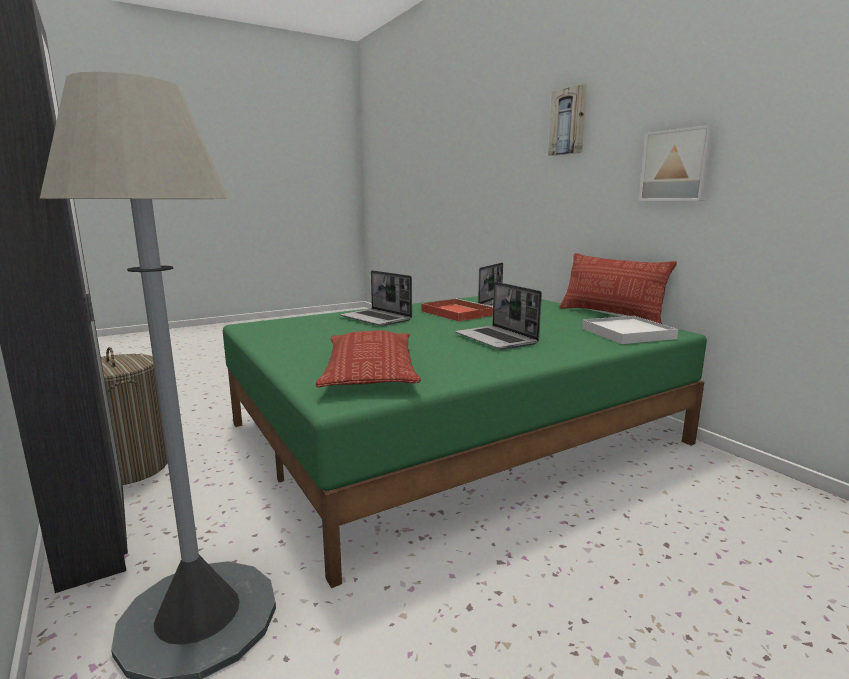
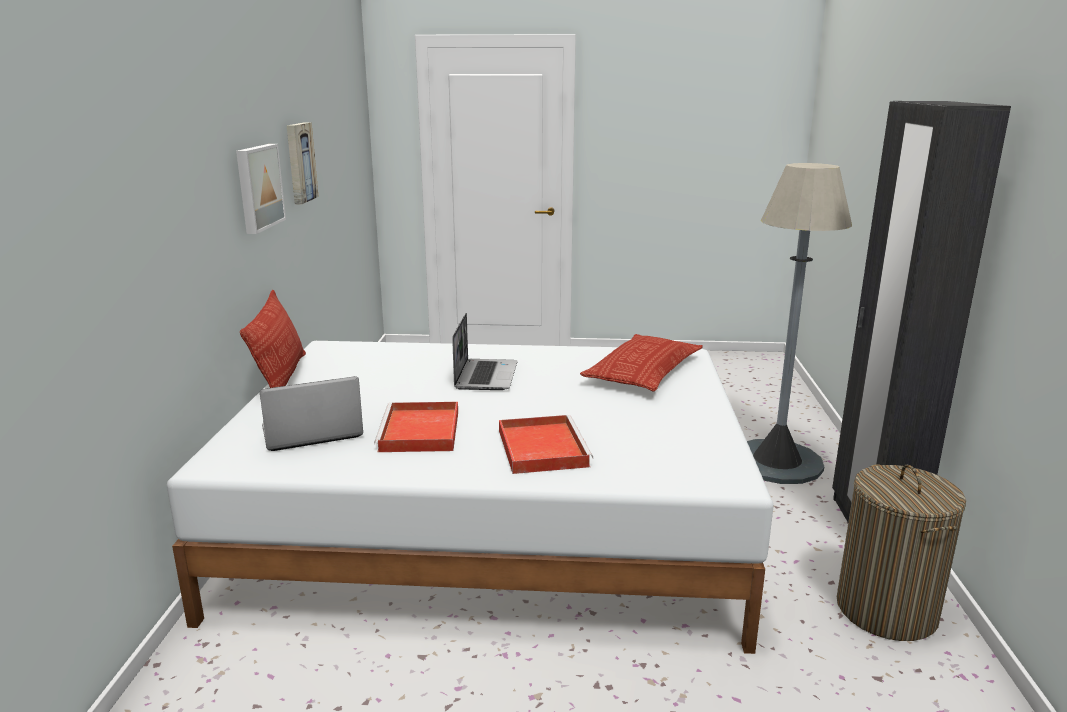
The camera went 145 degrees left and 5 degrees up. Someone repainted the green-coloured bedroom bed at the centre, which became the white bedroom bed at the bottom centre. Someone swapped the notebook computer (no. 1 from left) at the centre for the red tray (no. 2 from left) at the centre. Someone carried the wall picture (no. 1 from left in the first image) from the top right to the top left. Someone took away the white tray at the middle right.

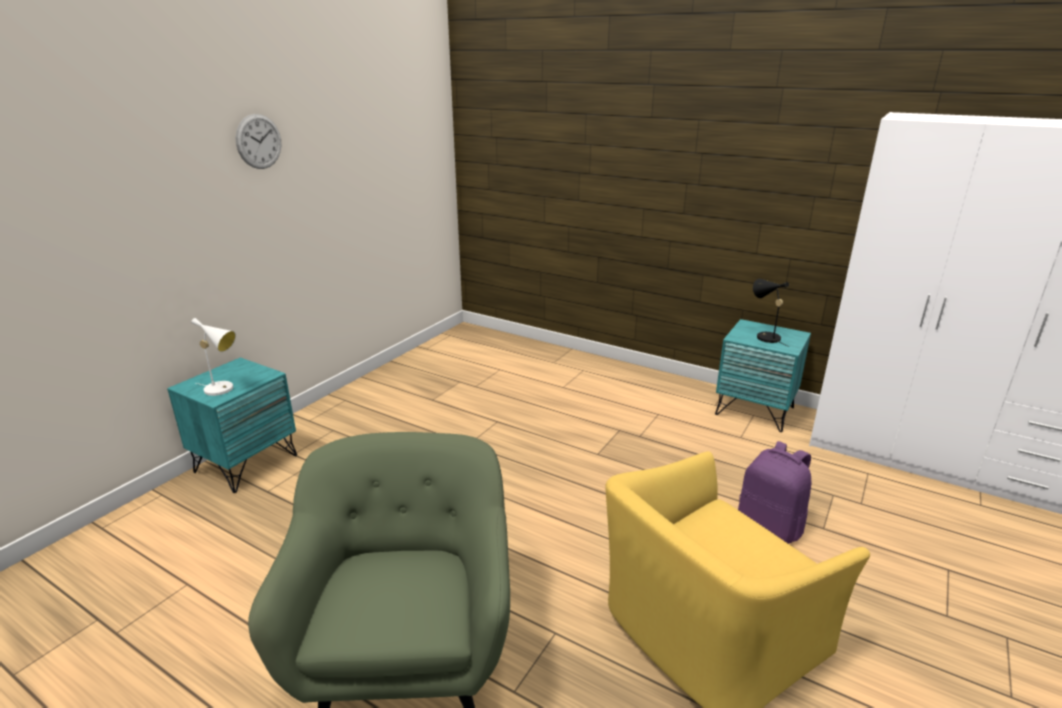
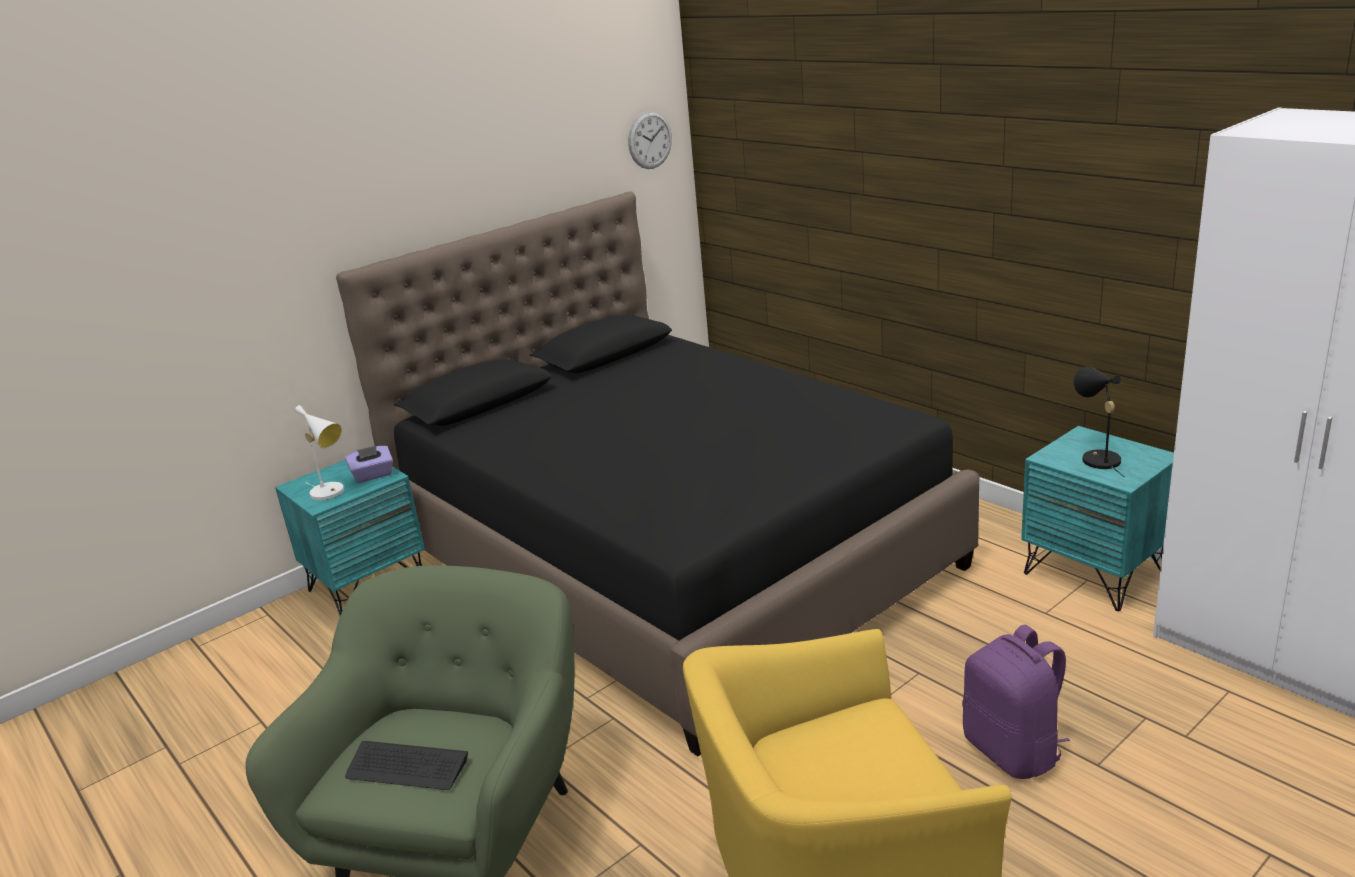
The camera went 20 degrees right and 0 degrees up. Someone carried the hanging clock from the top left to the top centre. Someone put down the blackish bedroom bed at the centre. Someone put down the purple-coloured box of tissues at the middle left. Someone put down the keyboard at the bottom left.

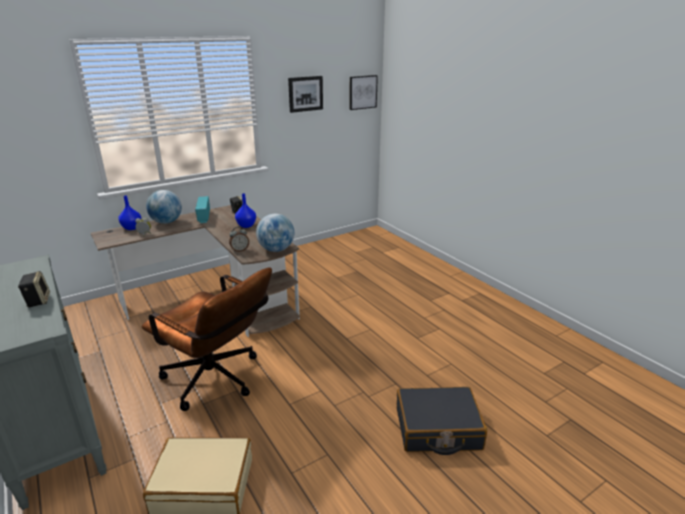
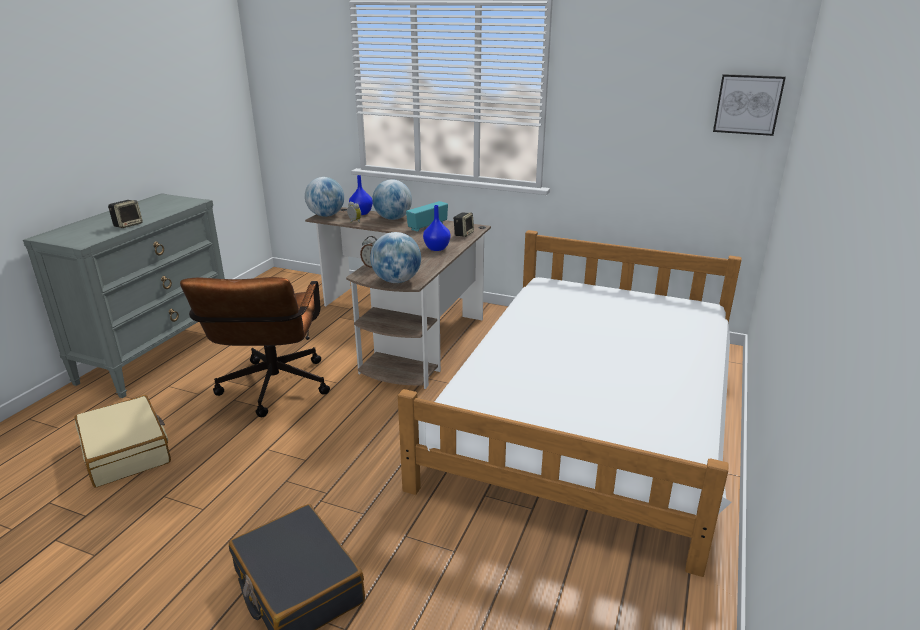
The camera went 55 degrees right and 0 degrees up. Someone took away the wall picture (no. 1 from left) at the top centre. Someone put down the world globe (no. 1 from left) at the top centre. Someone put down the white bedroom bed at the centre.

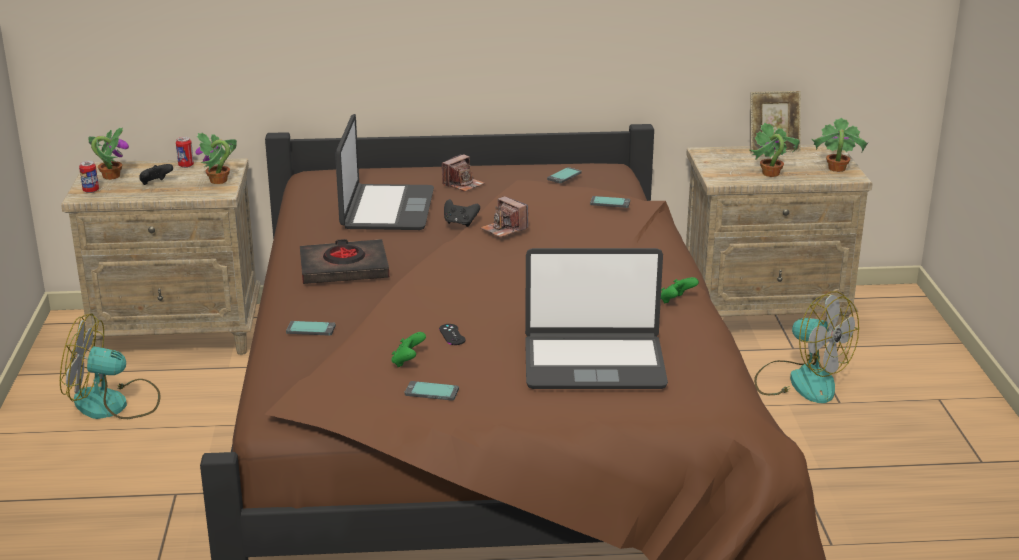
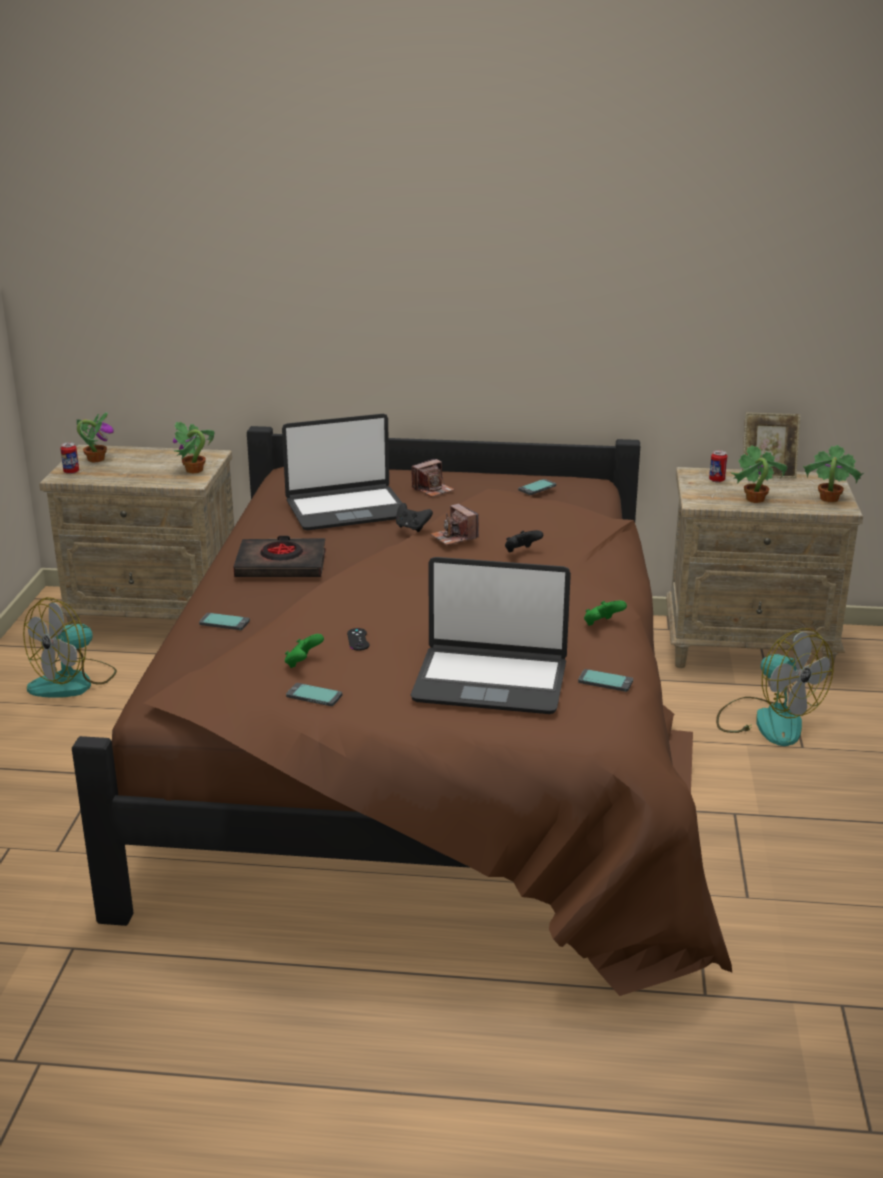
The camera went 10 degrees right and 0 degrees up. Someone rotated the electric fan (no. 1 from left) at the middle left by 60 degrees counterclockwise. Someone carried the blackish game controller (no. 1 from left in the first image) from the top left to the centre. Someone carried the metal can (no. 2 from left) from the top left to the middle right. Someone rotated the notebook computer (no. 1 from left) at the top centre by 60 degrees clockwise. Someone carried the phone (no. 4 from left) from the centre to the middle right.

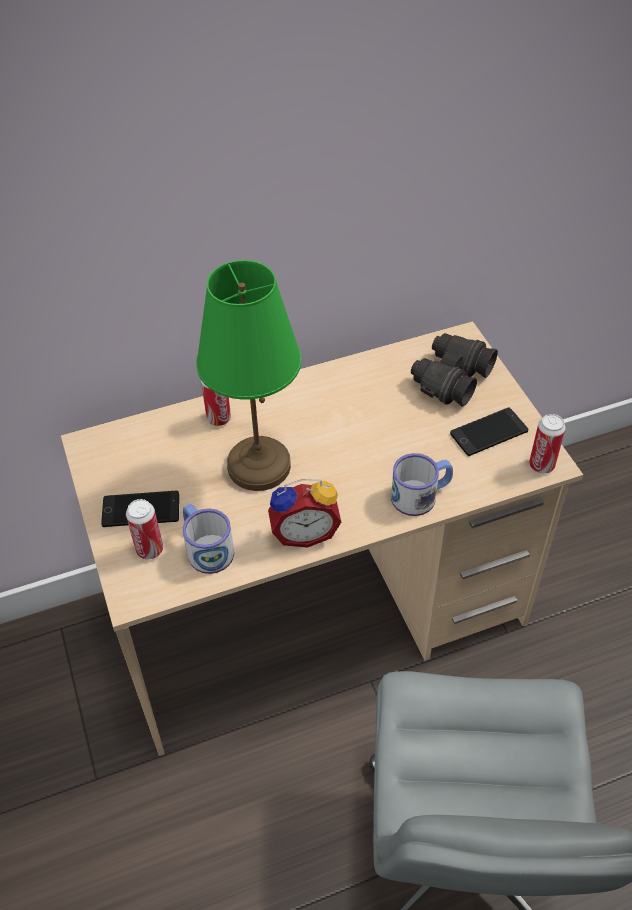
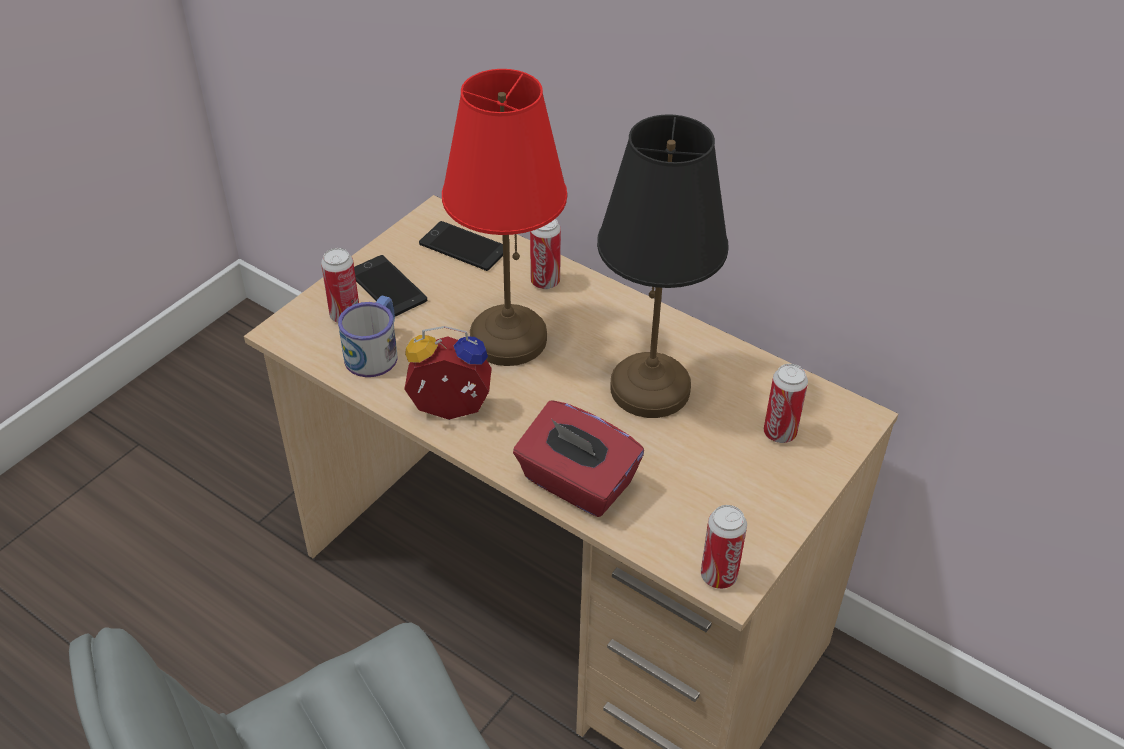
The camera went 55 degrees right and 5 degrees down. Someone repainted the green-coloured table lamp at the centre, which became the red table lamp at the top centre. Someone rotated the table clock at the centre by 135 degrees clockwise. Someone swapped the coffee mug (no. 2 from left) at the middle right for the red box of tissues at the centre. Someone swapped the blackish pair of binoculars at the middle right for the metal can (no. 4 from left) at the middle right. Someone carried the phone (no. 2 from left) from the middle right to the top centre. Someone put down the blackish table lamp at the centre.

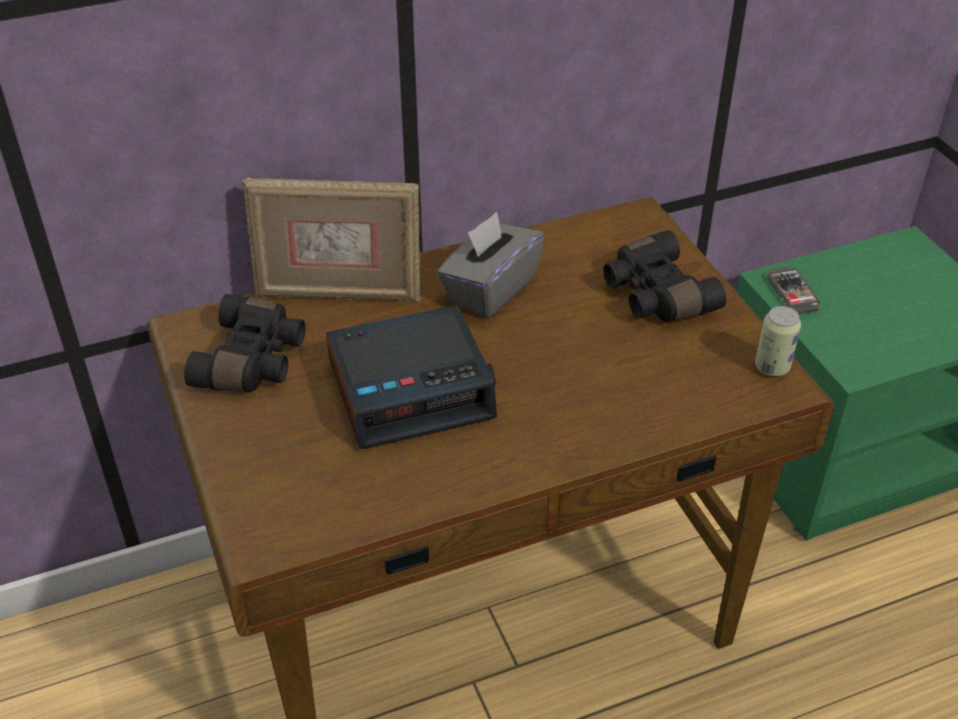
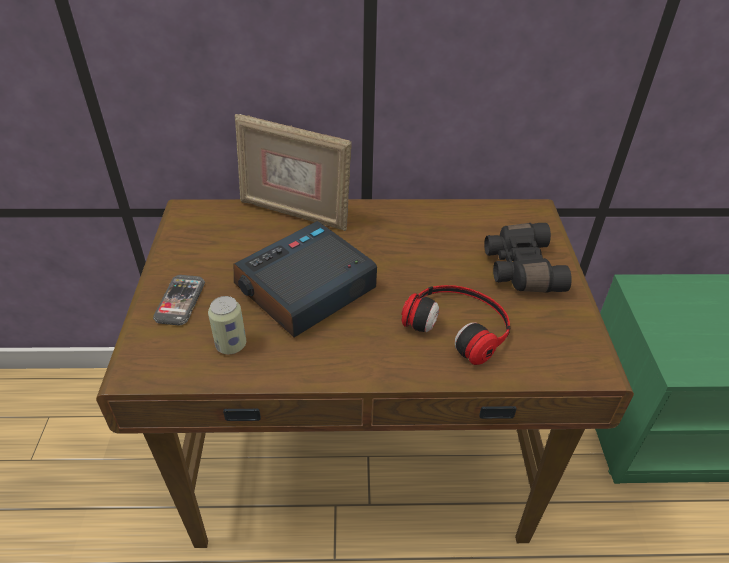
The camera went 20 degrees right and 0 degrees up. Someone took away the blackish pair of binoculars (no. 1 from left) at the middle left. Someone rotated the table clock at the centre by 135 degrees clockwise. Someone took away the grey box of tissues at the centre. Someone carried the metal can from the middle right to the middle left. Someone carried the phone from the middle right to the middle left. Someone put down the headset at the centre.

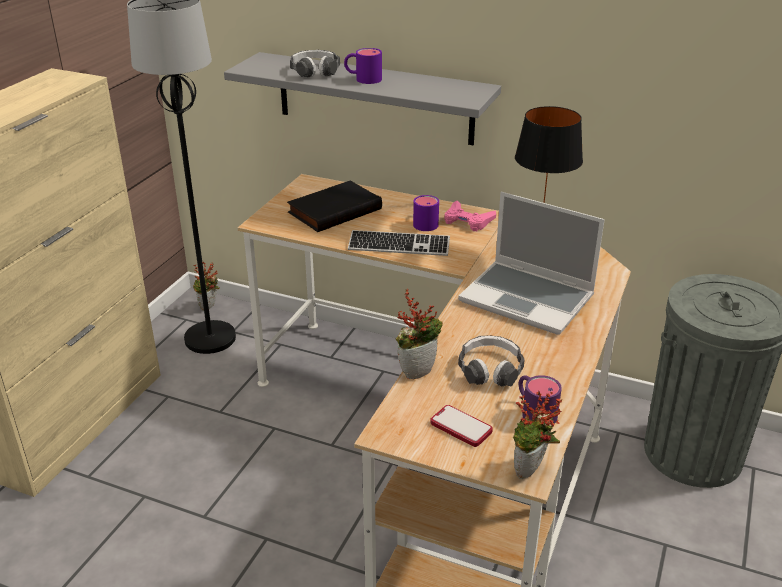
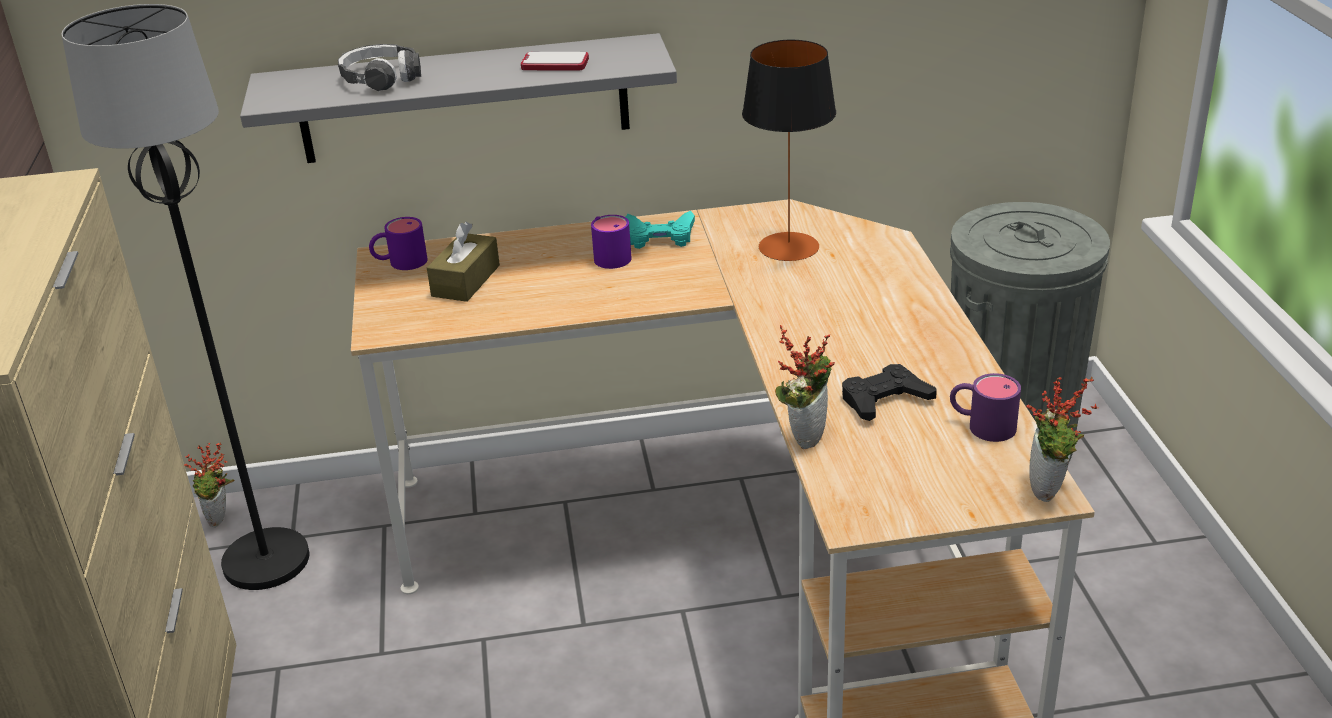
The camera went 30 degrees left and 0 degrees up. Someone swapped the blackish bound book at the centre for the brown box of tissues at the centre. Someone carried the purple-coloured coffee mug (no. 1 from left) from the top centre to the middle left. Someone took away the keyboard at the centre. Someone carried the phone from the bottom centre to the top centre. Someone repainted the pink game controller at the centre, which became the turquoise-coloured game controller at the top centre. Someone took away the notebook computer at the middle right. Someone swapped the headset (no. 2 from left) at the centre for the blackish game controller at the middle right.

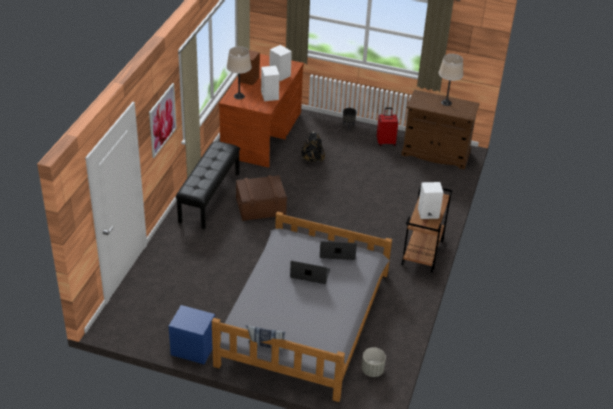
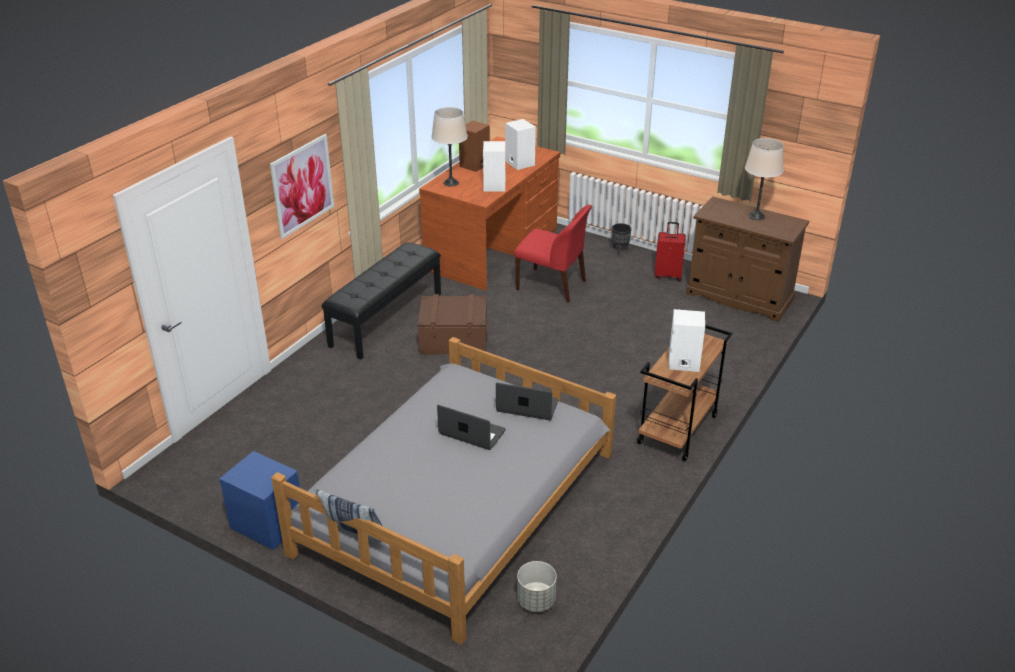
The camera went 15 degrees right and 5 degrees down. Someone swapped the blackish knapsack at the centre for the red chair at the centre.

